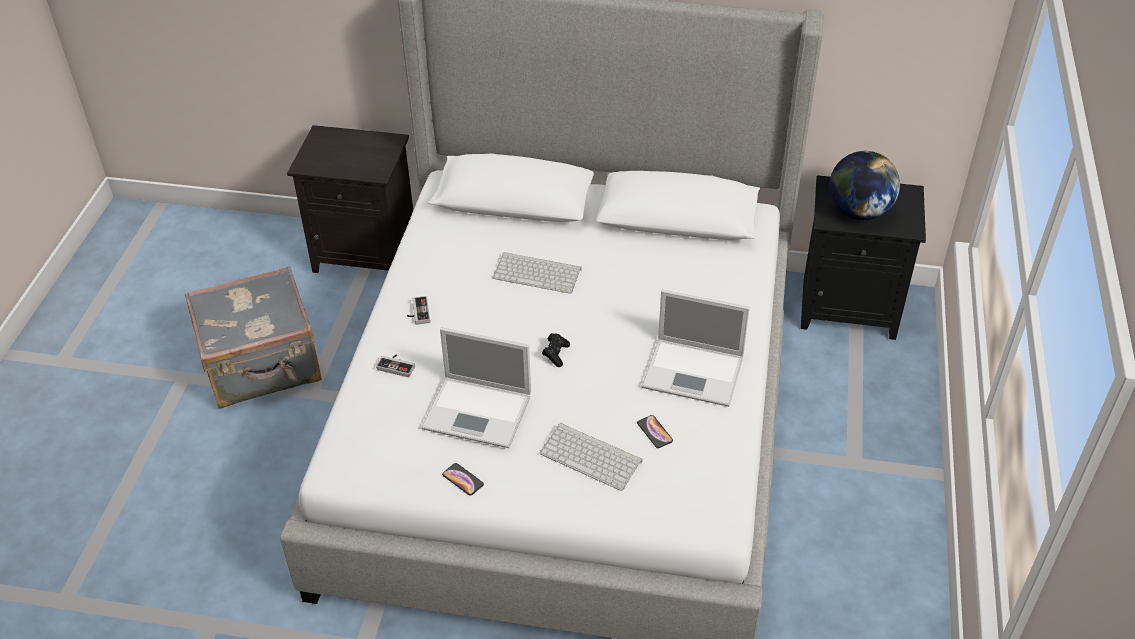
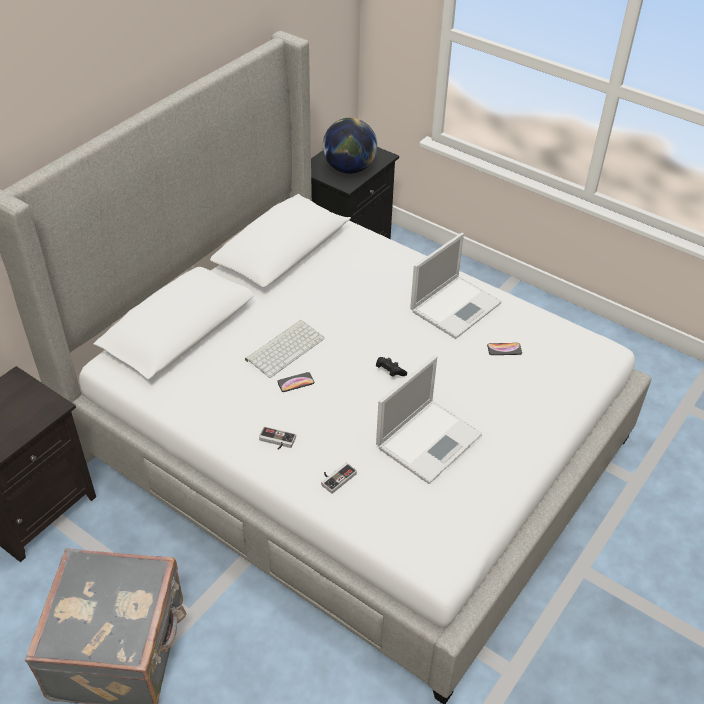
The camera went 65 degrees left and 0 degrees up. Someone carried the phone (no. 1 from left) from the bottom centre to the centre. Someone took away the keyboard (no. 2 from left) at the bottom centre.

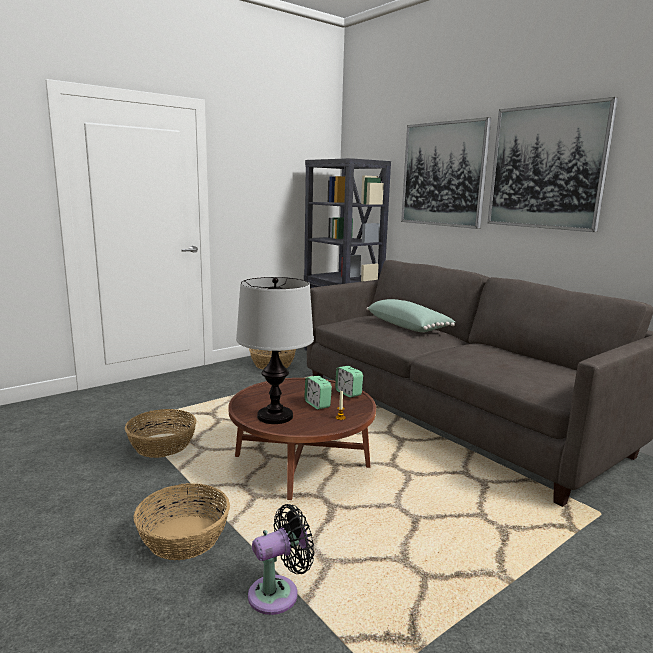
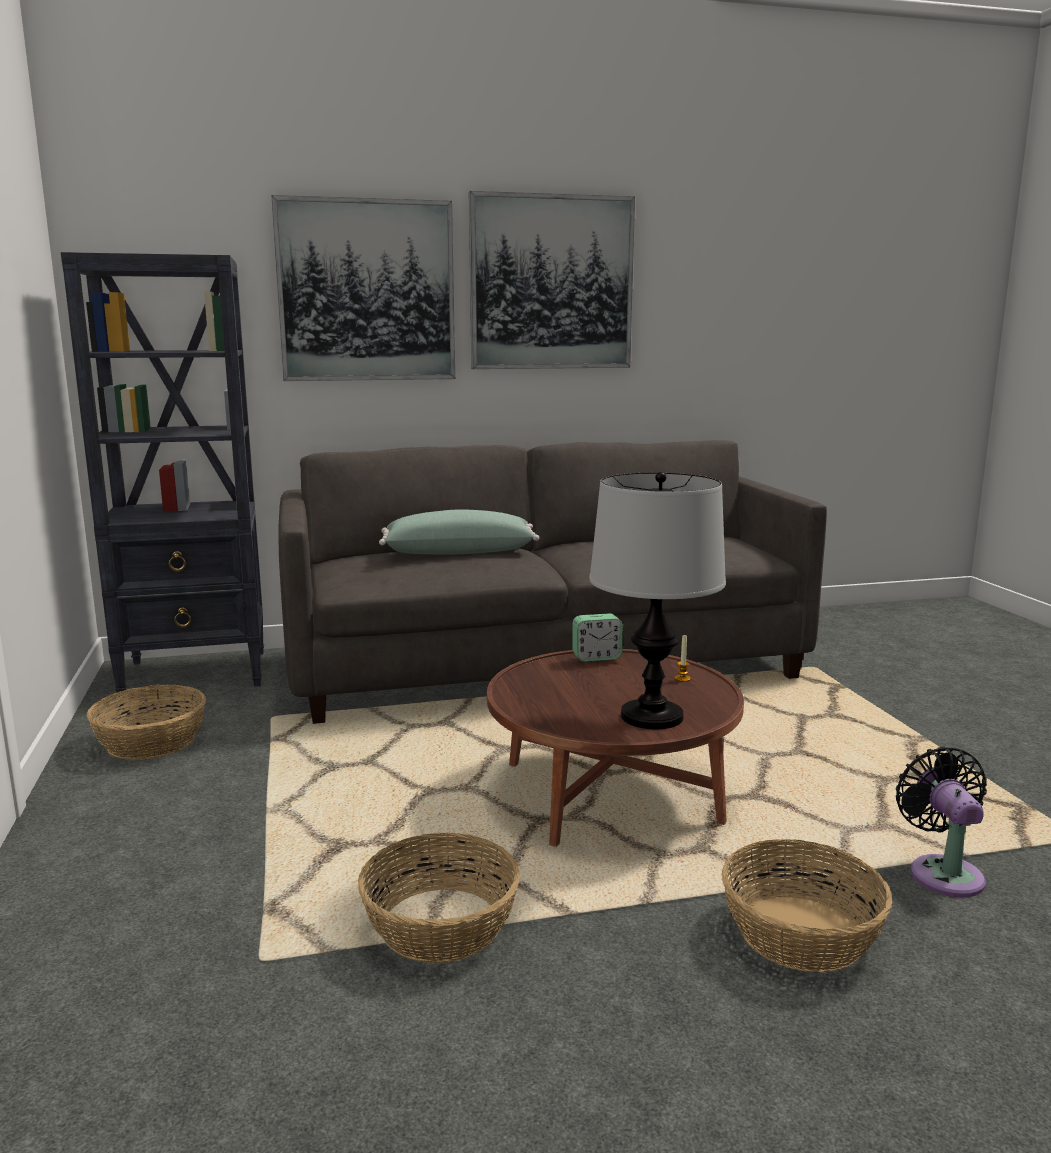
The camera went 65 degrees left and 0 degrees up. Someone took away the table clock (no. 1 from left) at the centre.

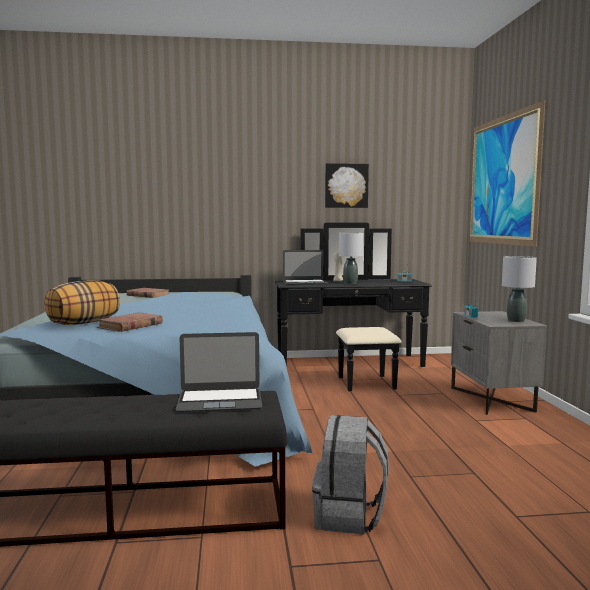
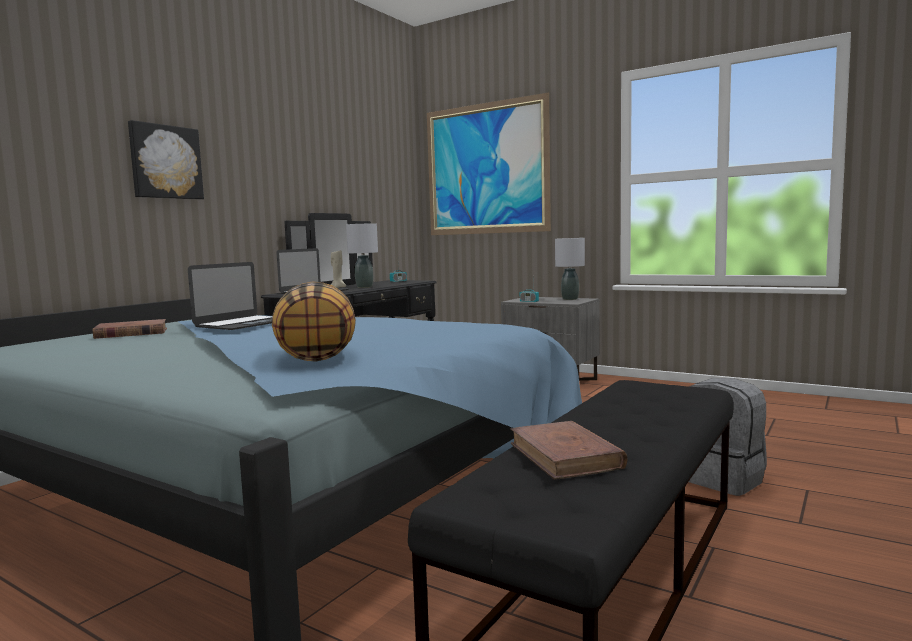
The camera went 50 degrees left and 0 degrees up. Someone carried the brown bound book (no. 1 from left in the first image) from the middle left to the bottom centre. Someone carried the notebook computer (no. 1 from left) from the centre to the middle left. Someone carried the wall picture (no. 1 from left) from the top centre to the top left.

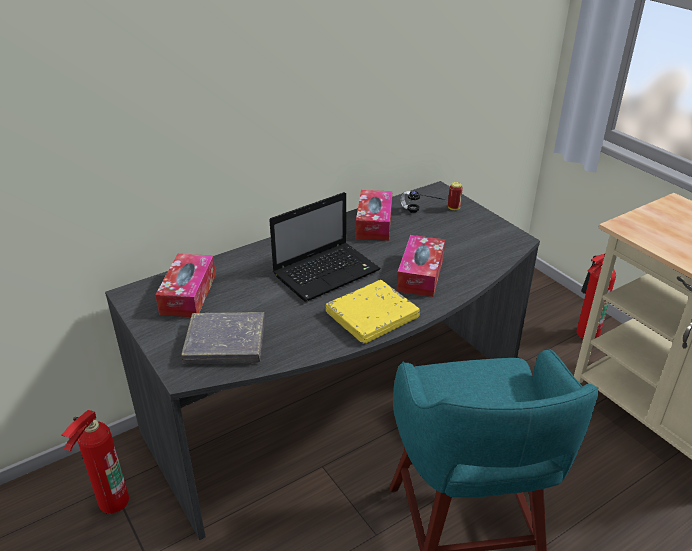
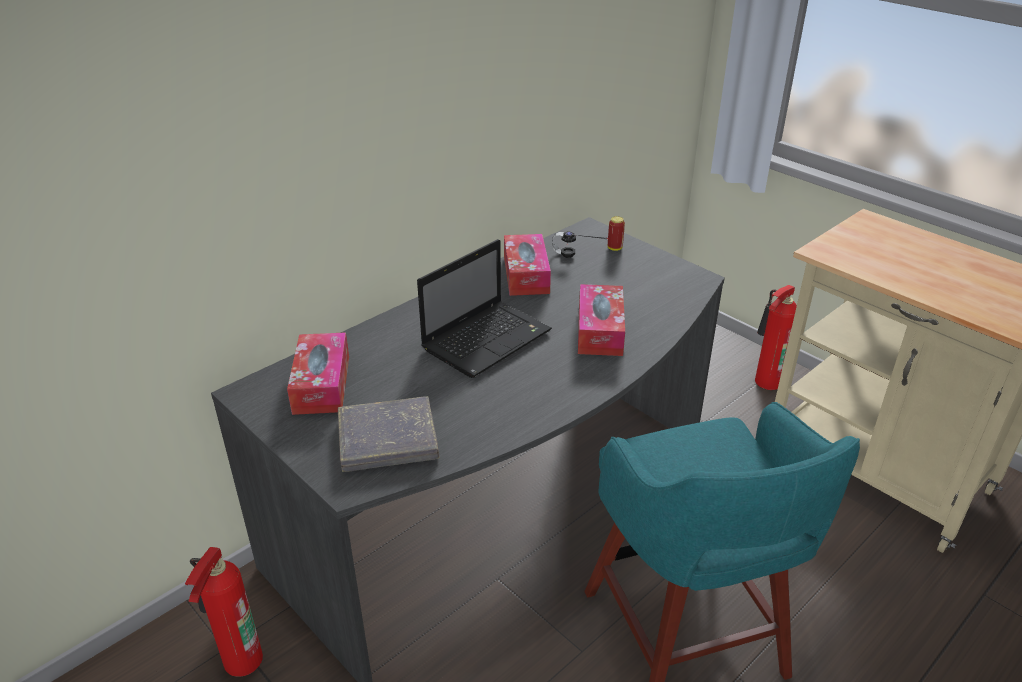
The camera went 10 degrees left and 0 degrees up. Someone took away the yellowish bound book at the centre.

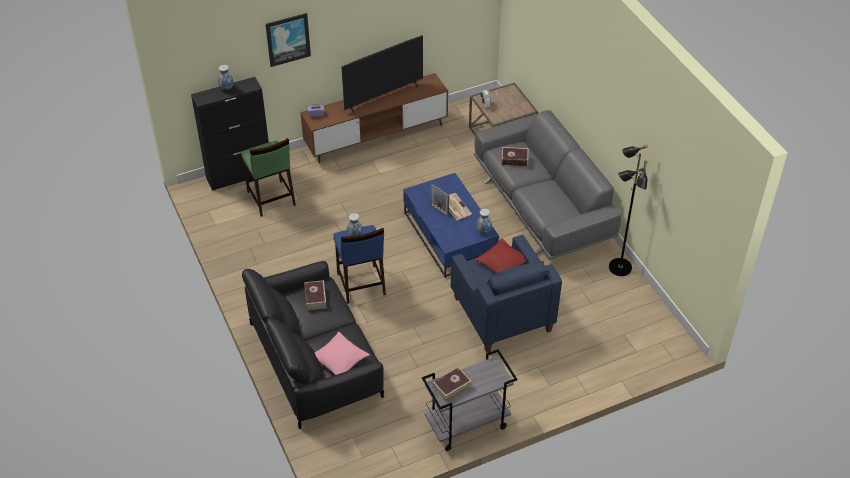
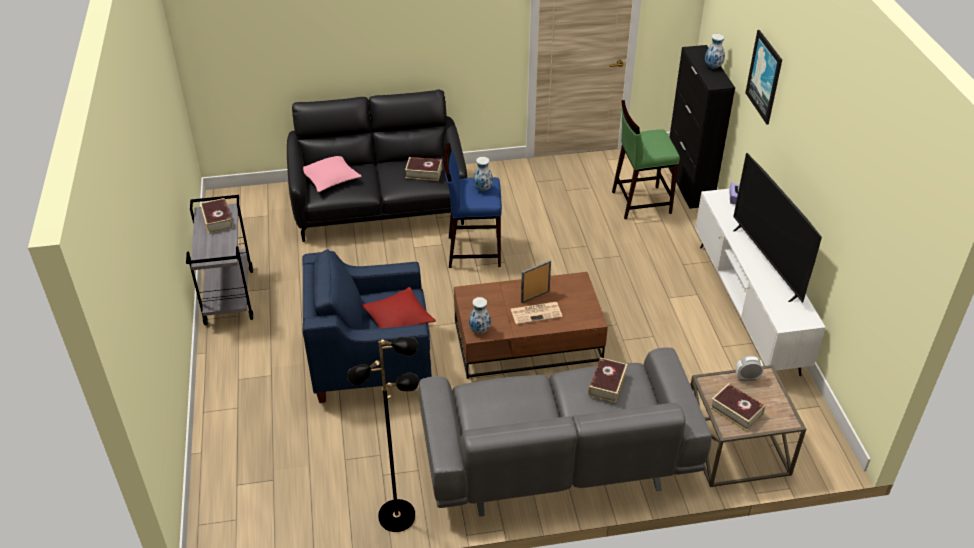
The camera went 105 degrees right and 5 degrees down. Someone repainted the brown media console at the top centre, which became the white media console at the middle right. Someone repainted the bluish coffee table at the centre, which became the brown coffee table at the centre. Someone put down the bound book (no. 4 from left) at the bottom right.

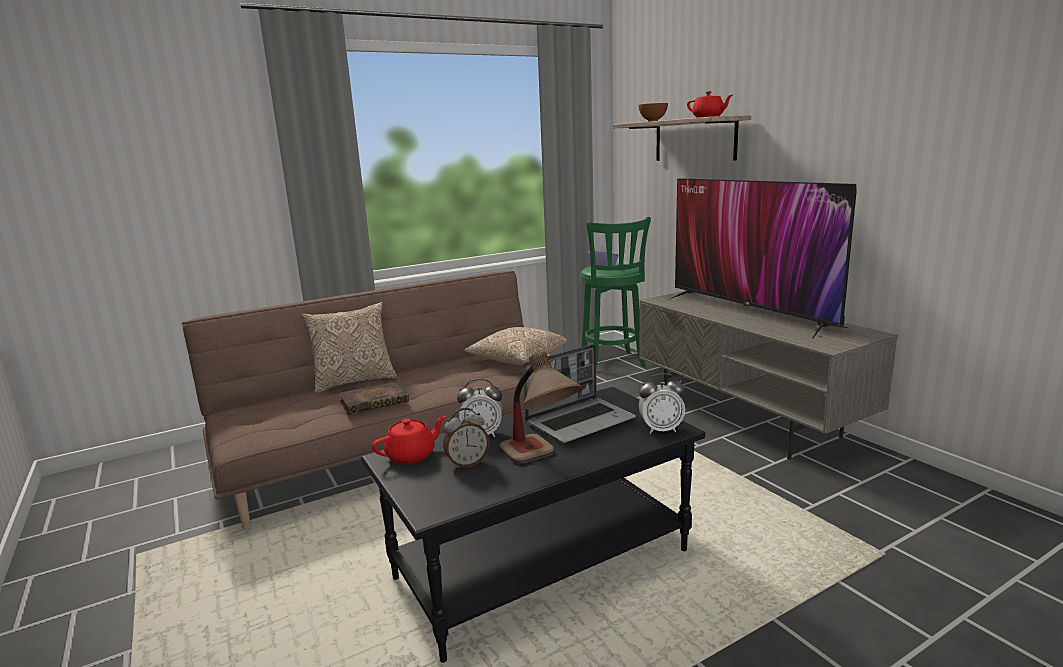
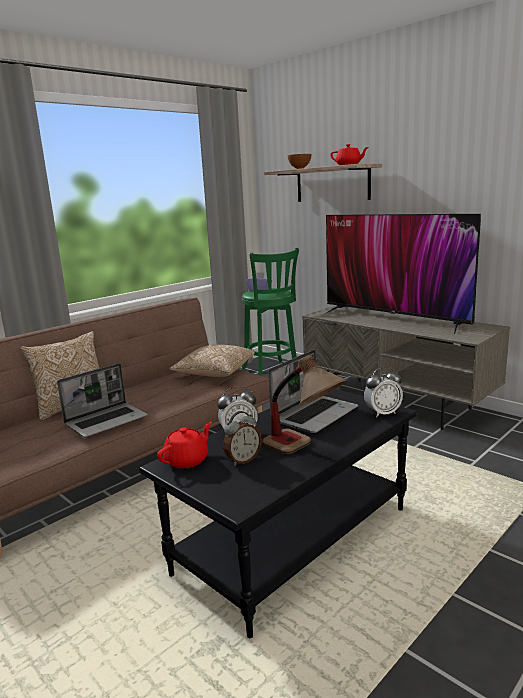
The camera went 15 degrees left and 0 degrees up. Someone swapped the bound book at the centre for the notebook computer (no. 1 from left) at the middle left.

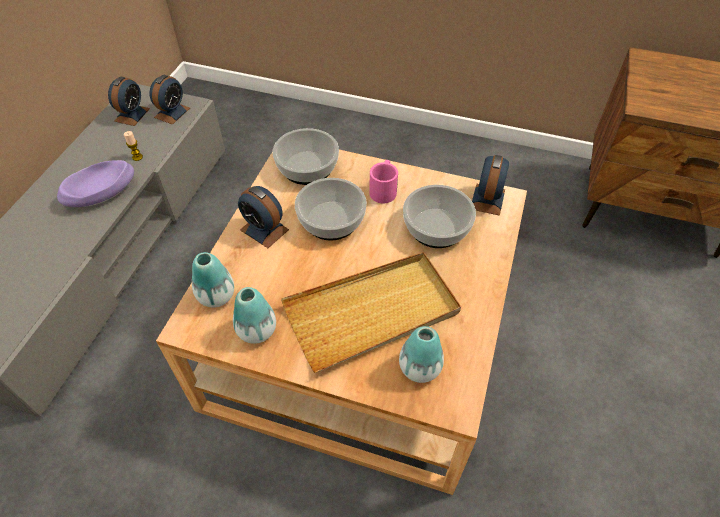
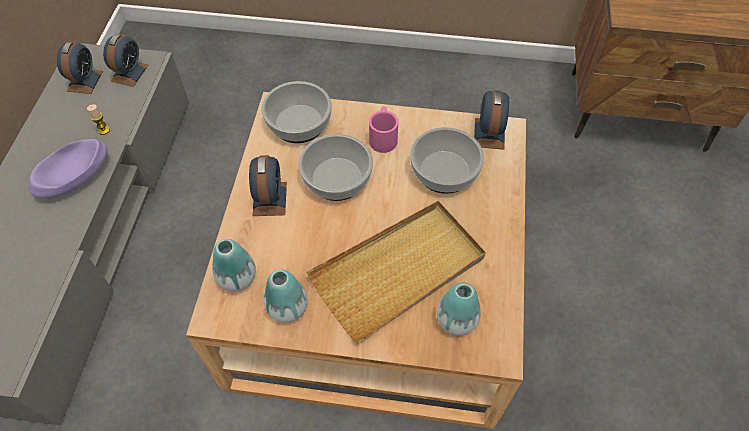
The camera went 10 degrees left and 5 degrees up. Someone rotated the table clock (no. 3 from left) at the centre by 120 degrees counterclockwise.

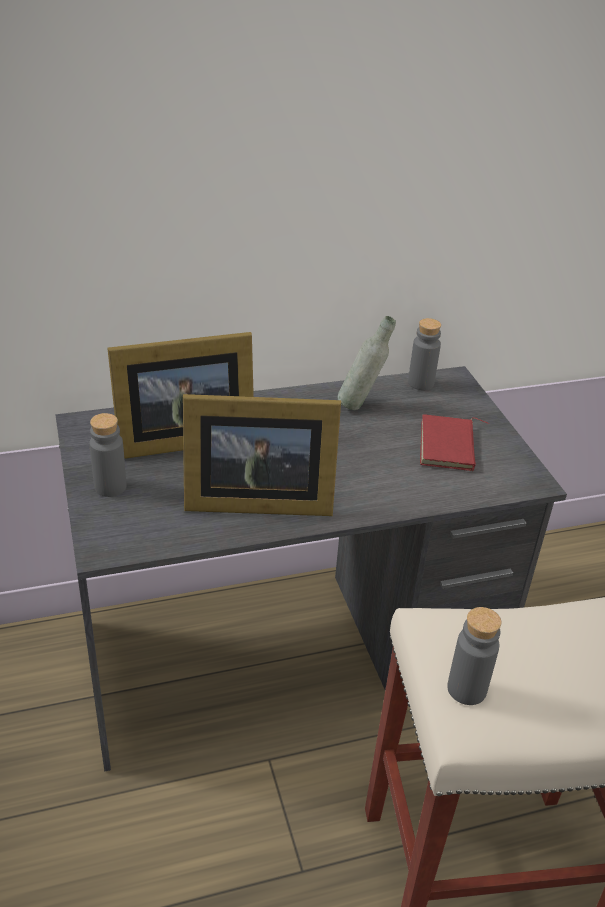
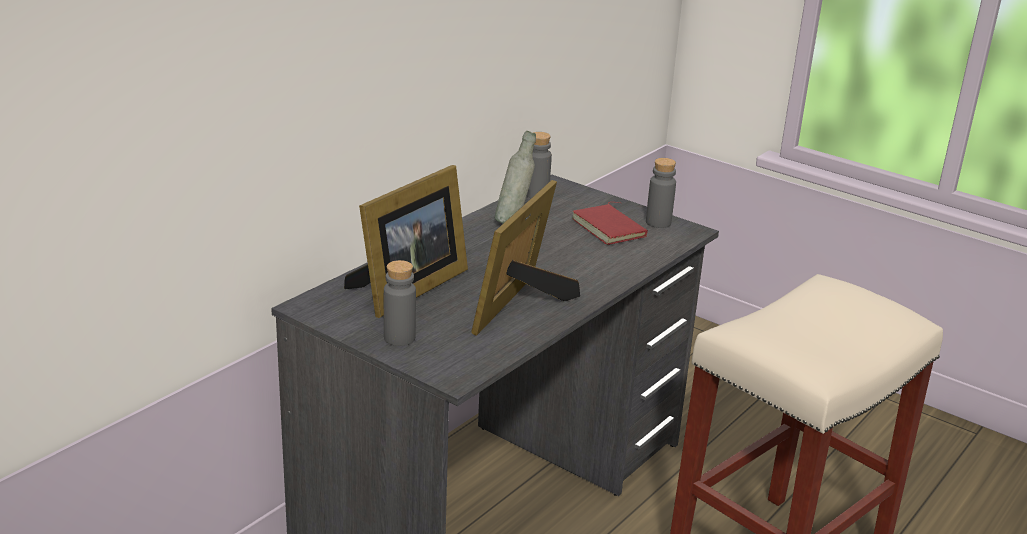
The camera went 35 degrees left and 10 degrees down. Someone rotated the picture frame (no. 2 from left) at the centre by 150 degrees clockwise. Someone carried the grey bottle (no. 4 from left) from the bottom right to the centre.

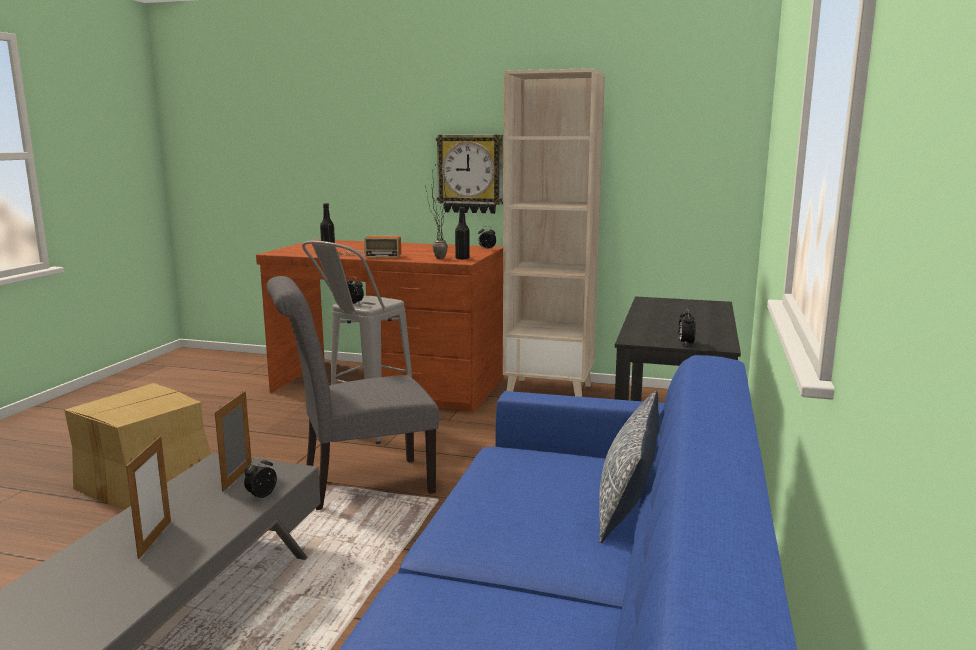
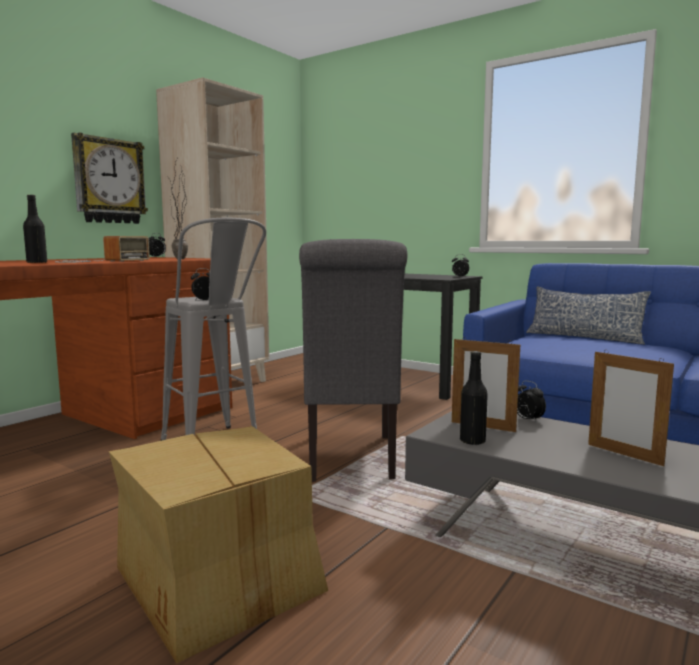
The camera went 70 degrees left and 5 degrees down. Someone rotated the picture frame (no. 1 from left in the first image) at the bottom left by 150 degrees counterclockwise. Someone carried the blackish bottle (no. 2 from left) from the centre to the middle right.

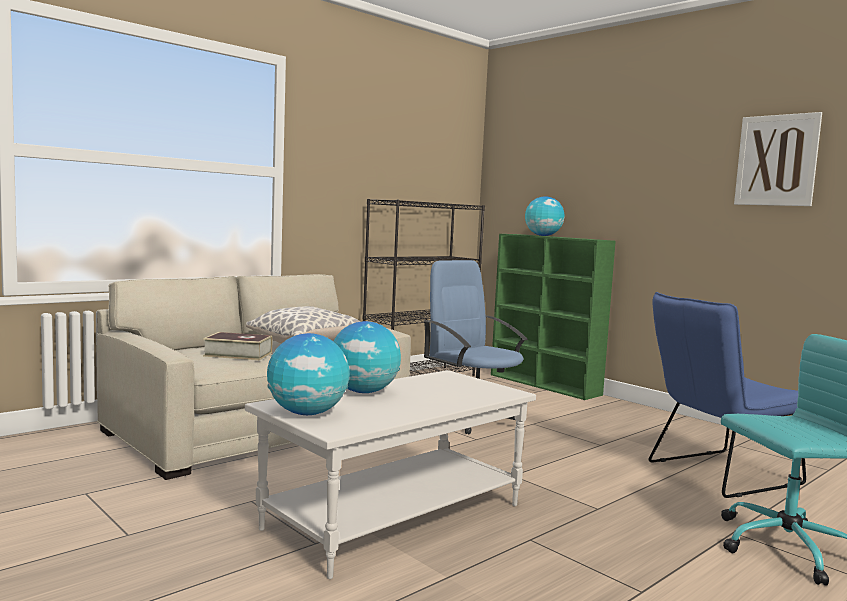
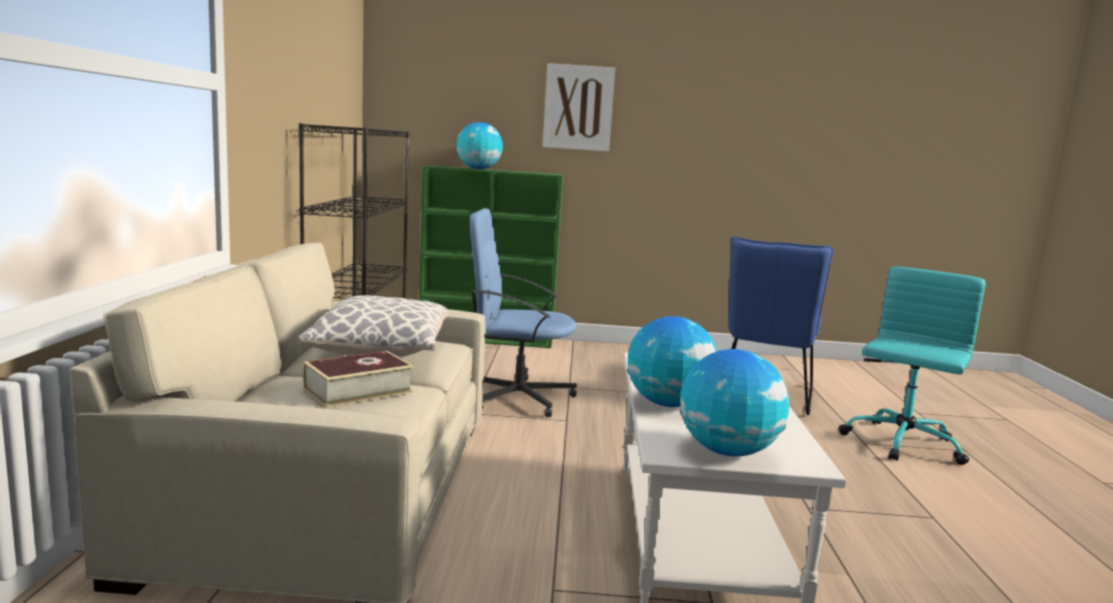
The camera went 45 degrees left and 5 degrees up. Someone carried the wall picture from the top right to the top centre.

